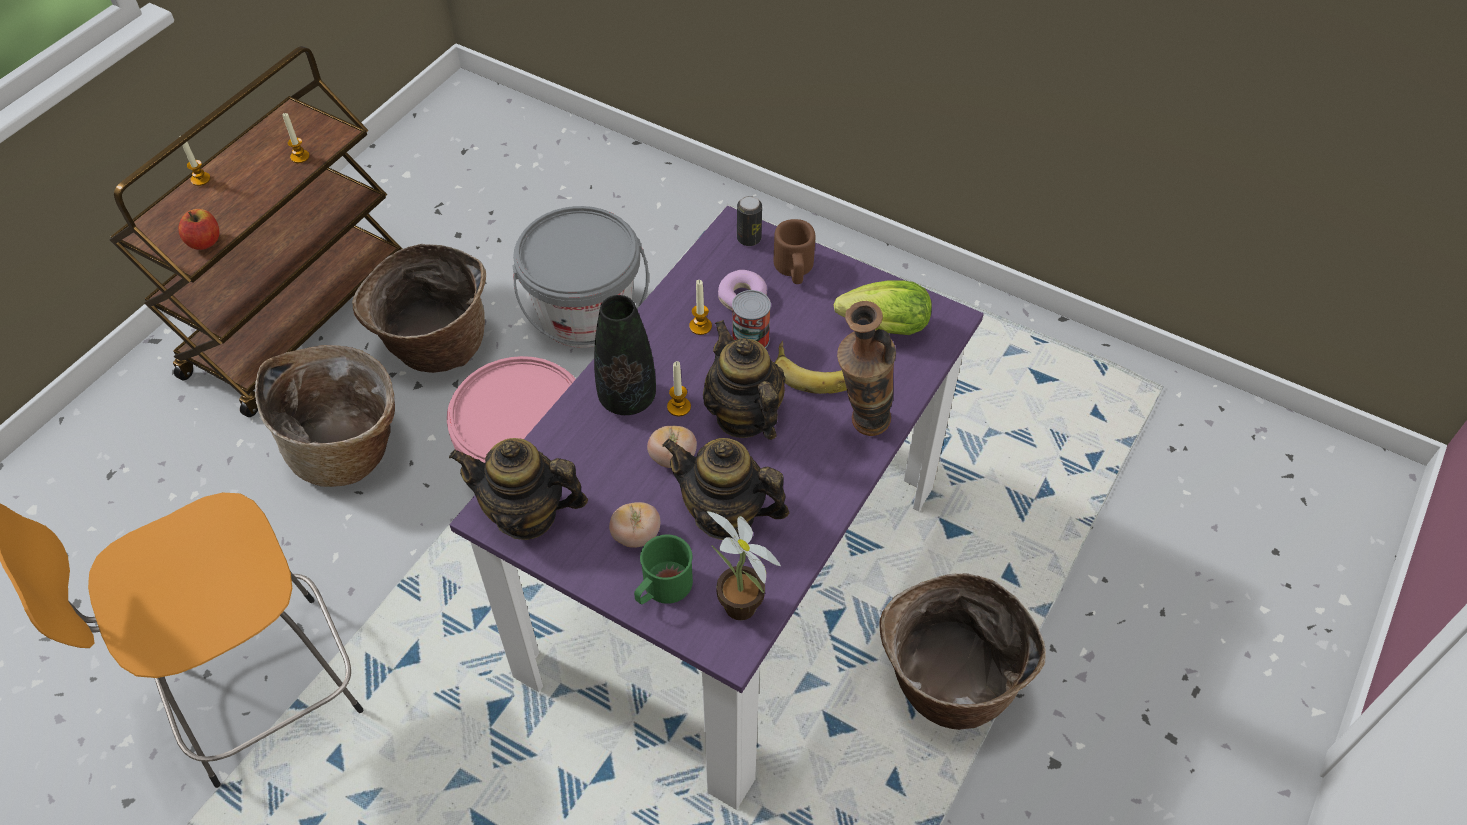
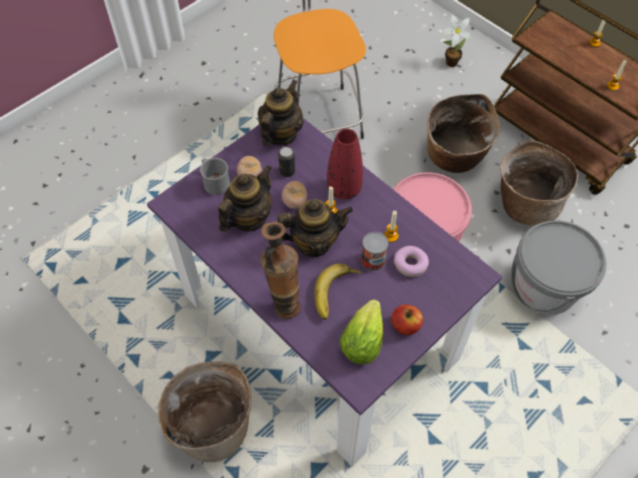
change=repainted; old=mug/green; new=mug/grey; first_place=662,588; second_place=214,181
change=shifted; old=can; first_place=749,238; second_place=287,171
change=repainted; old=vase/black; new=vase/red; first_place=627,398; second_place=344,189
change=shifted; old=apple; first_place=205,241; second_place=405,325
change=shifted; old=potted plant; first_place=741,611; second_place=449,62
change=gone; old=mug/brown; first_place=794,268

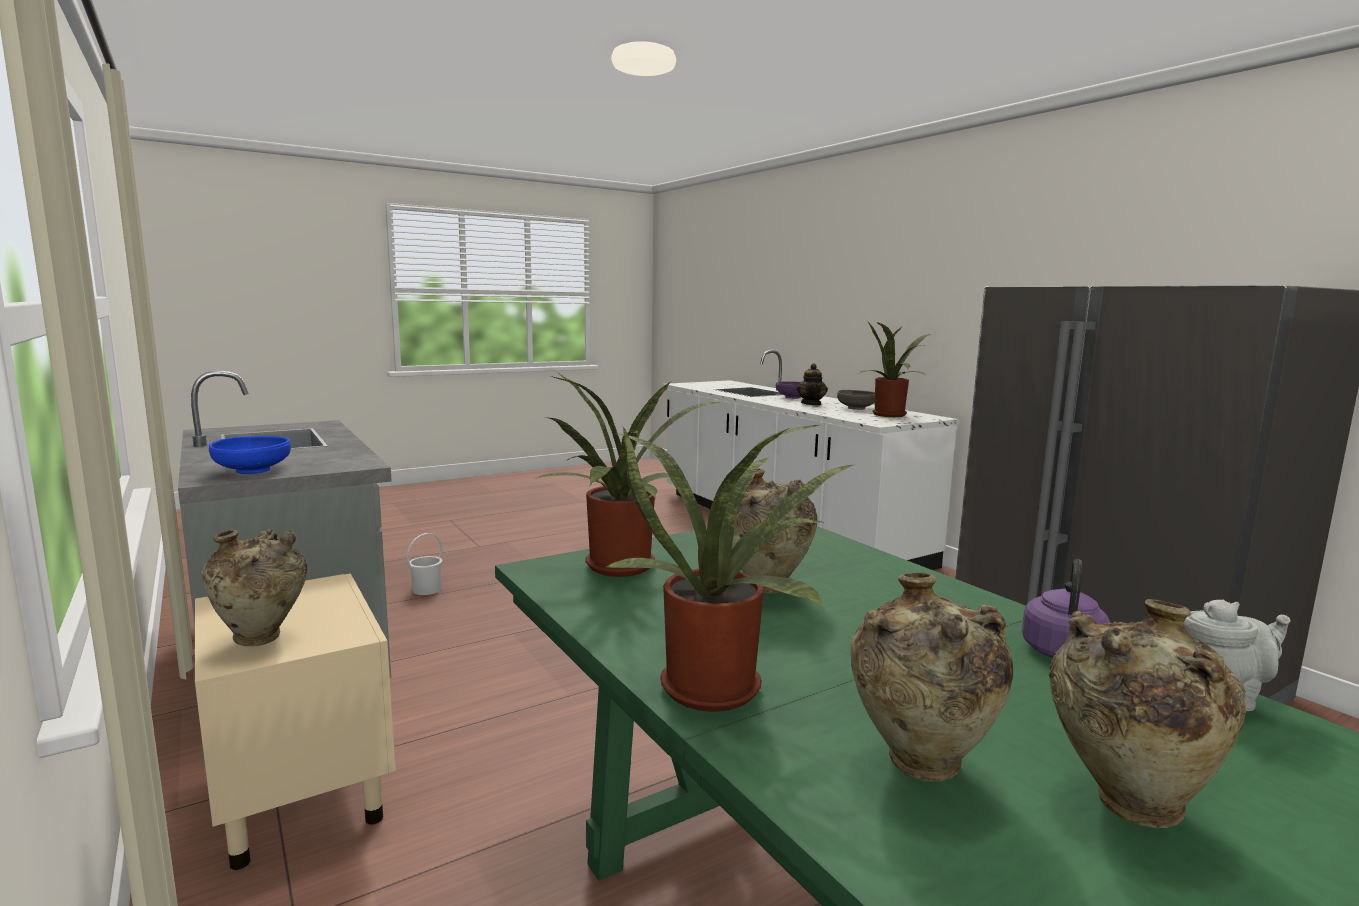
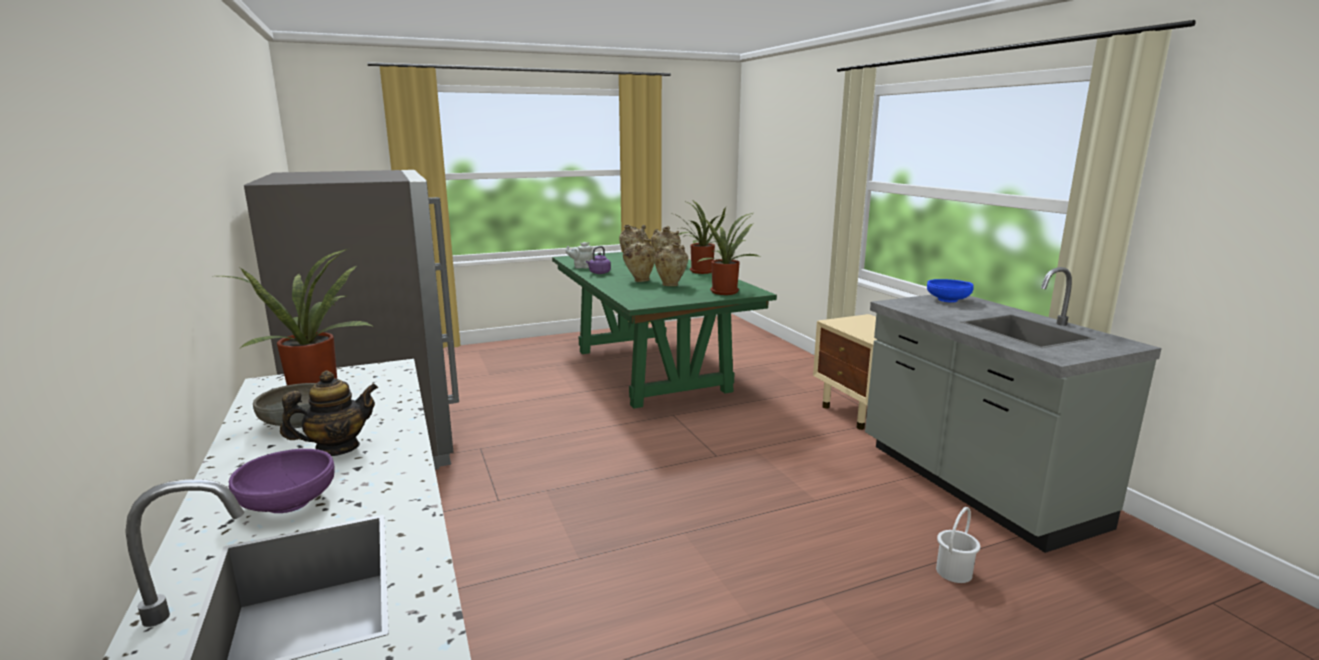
change=rotated; old=teapot; first_place=811,404; second_place=337,448; degrees=45
change=shifted; old=vase/beige; first_place=262,640; second_place=639,280

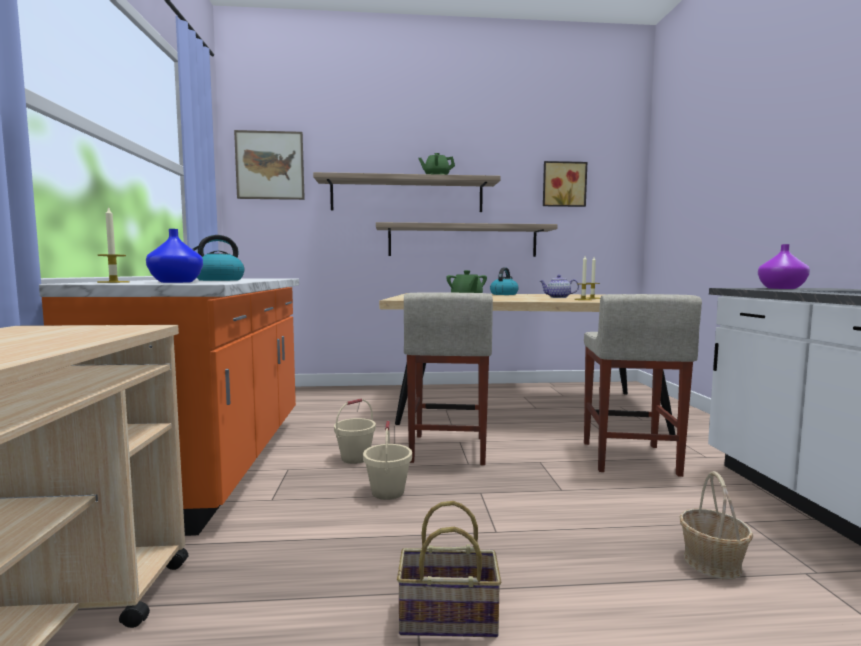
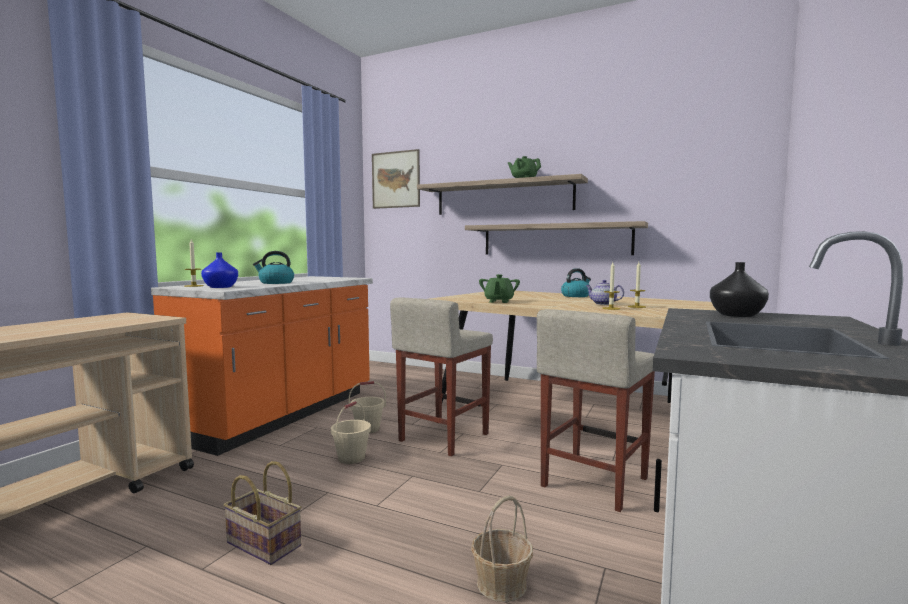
change=repainted; old=vase/purple; new=vase/black; first_place=781,288; second_place=737,315
change=gone; old=picture; first_place=563,184

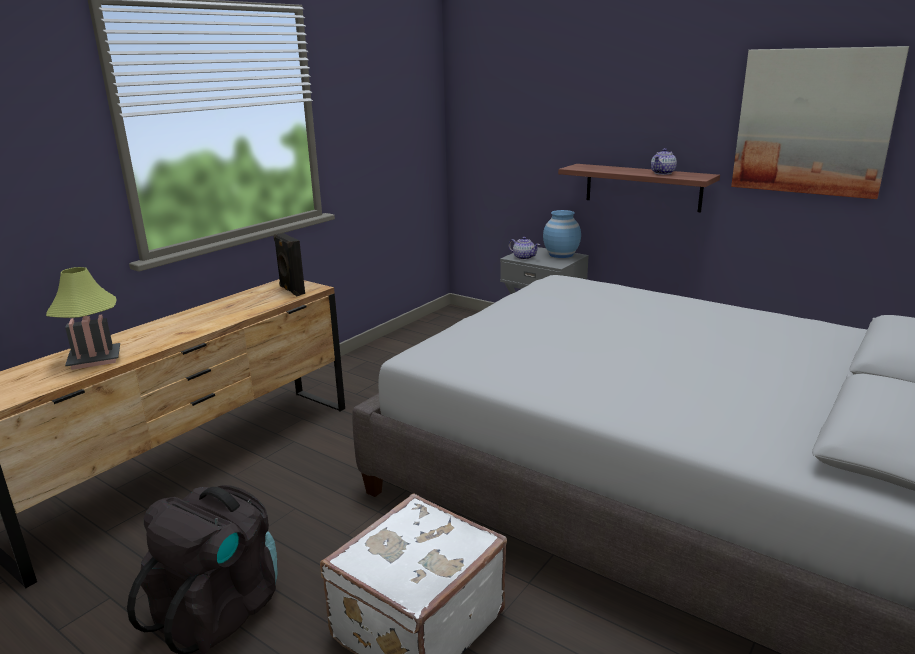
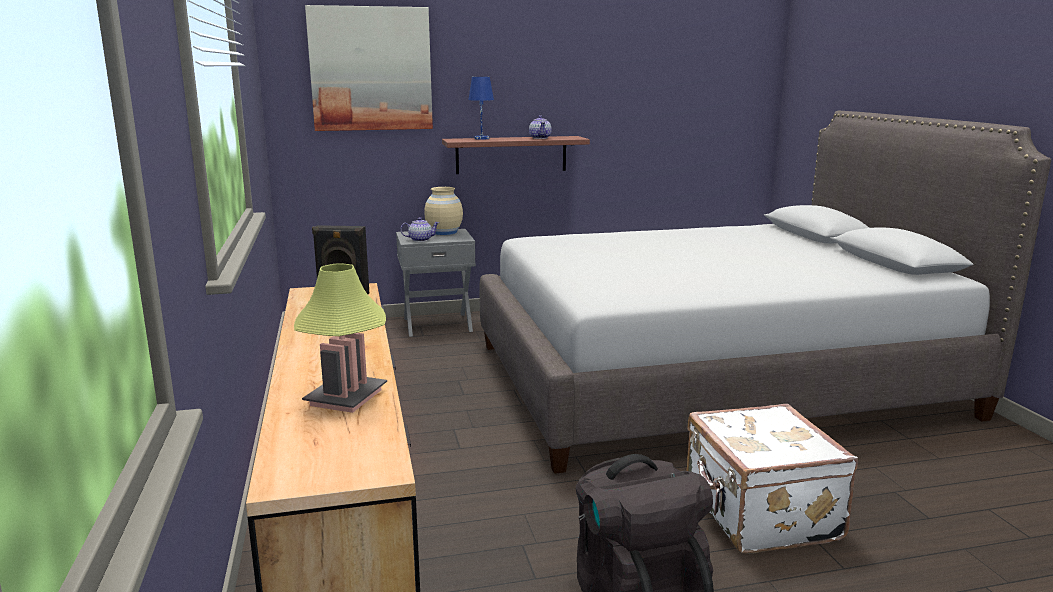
change=shifted; old=picture; first_place=813,122; second_place=371,69
change=repainted; old=vase/blue; new=vase/beige; first_place=561,254; second_place=444,232
change=new; new=table lamp/blue; second_place=482,138

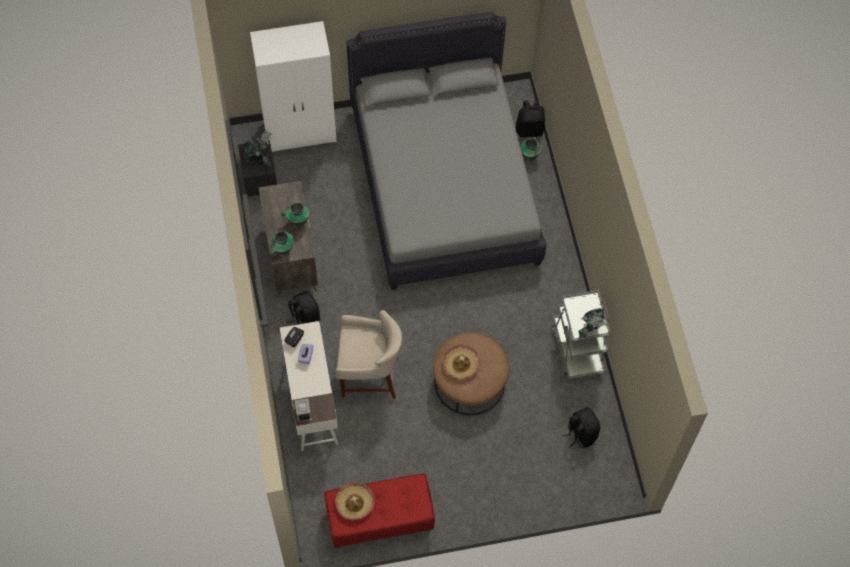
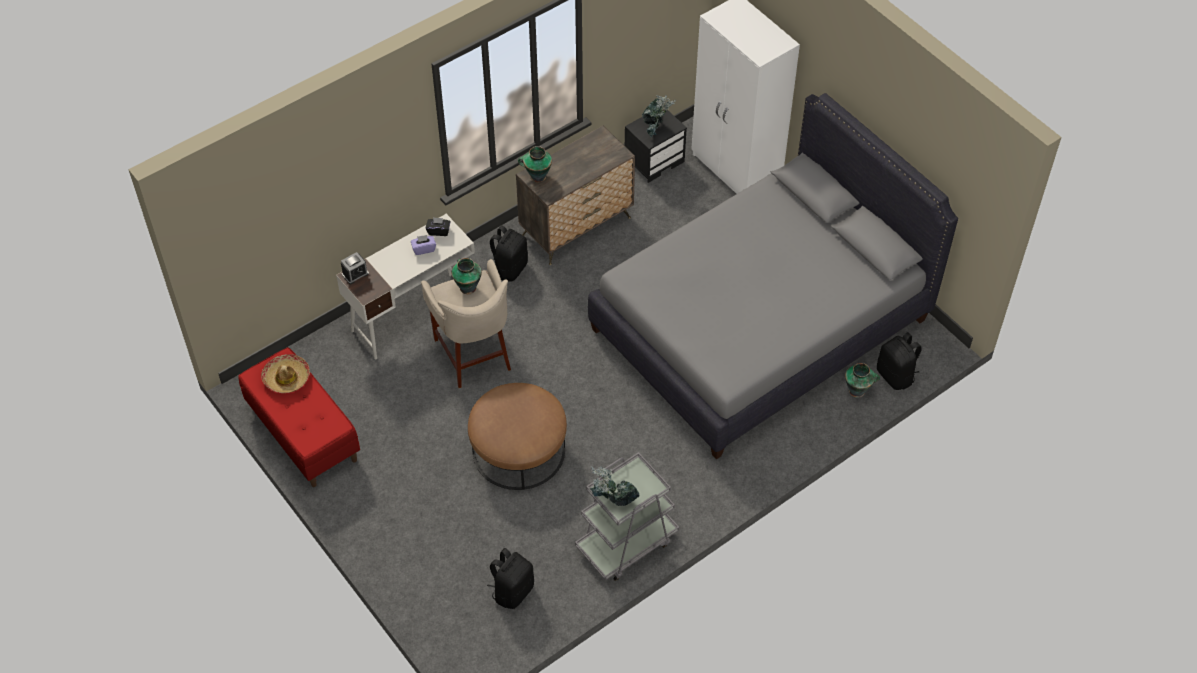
change=shifted; old=vase; first_place=298,222; second_place=467,287
change=gone; old=hat; first_place=461,364

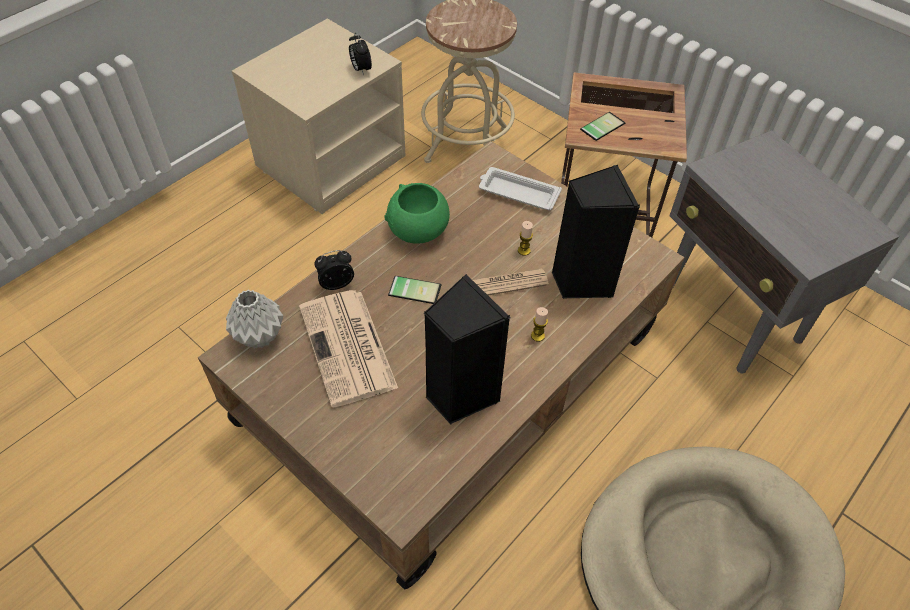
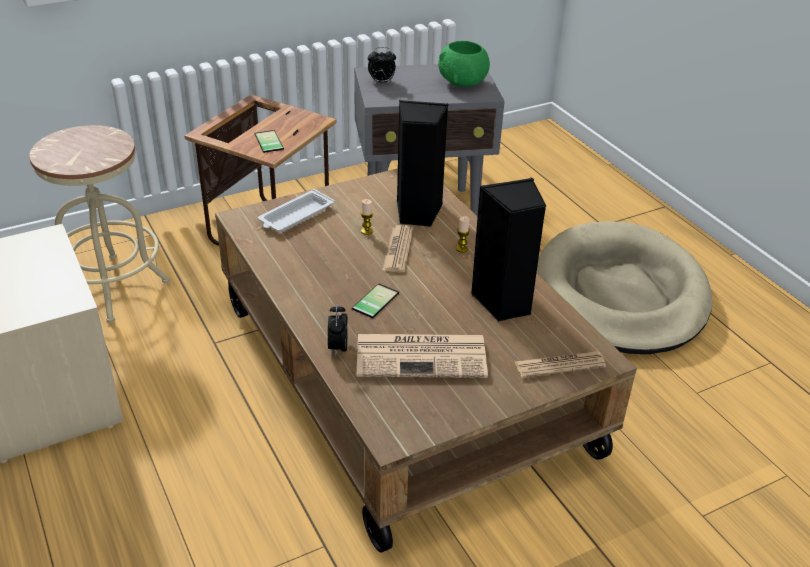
change=shifted; old=alarm clock; first_place=361,69; second_place=381,82
change=shifted; old=bowl/green; first_place=418,231; second_place=463,82
change=new; new=newspaper; second_place=559,365
change=gone; old=vase/grey; first_place=259,337

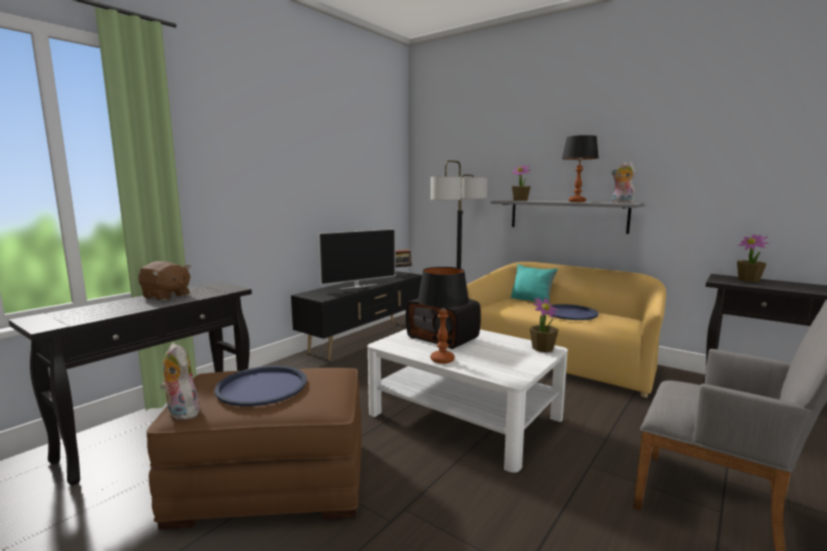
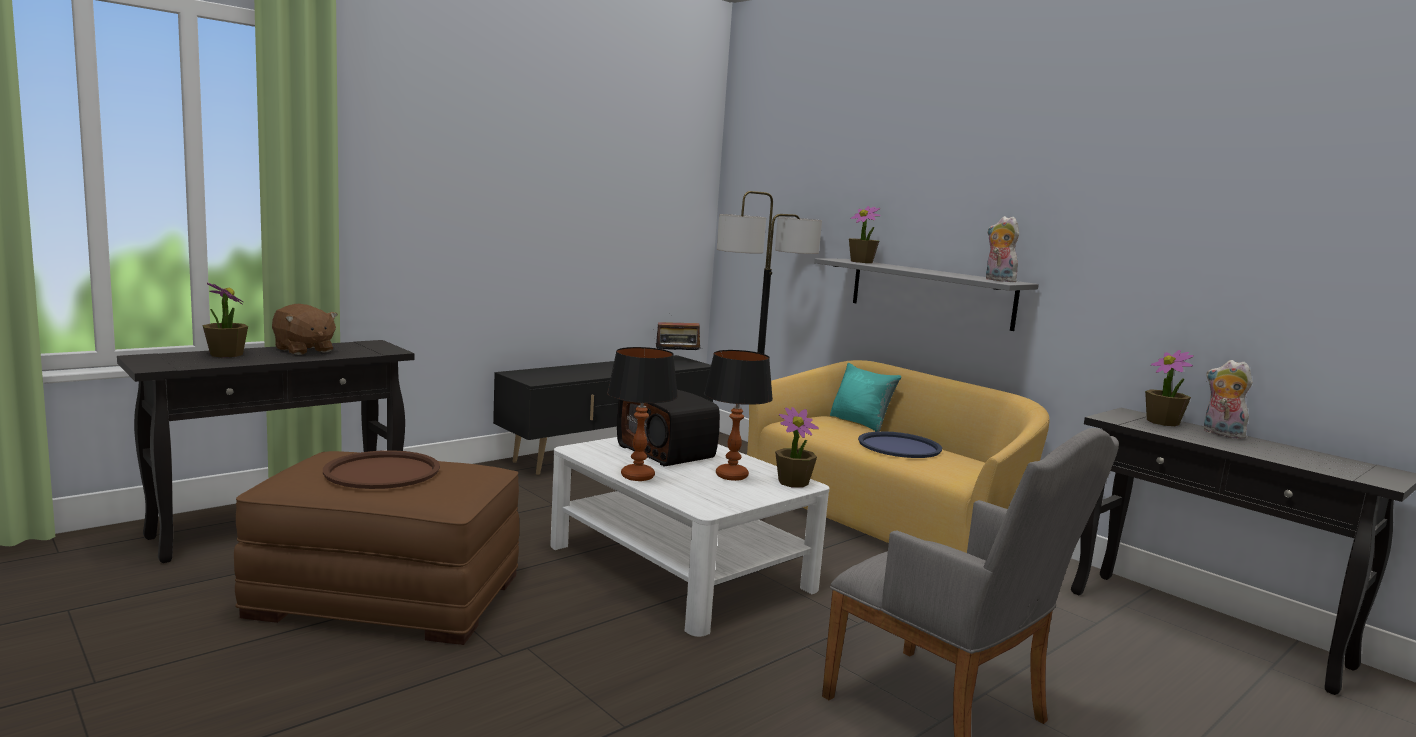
change=new; new=potted plant; second_place=226,354
change=repainted; old=tray/blue; new=tray/brown; first_place=262,386; second_place=382,472
change=shifted; old=table lamp; first_place=576,201; second_place=731,476
change=shifted; old=plush toy; first_place=180,413; second_place=1220,434
change=gone; old=television; first_place=358,286

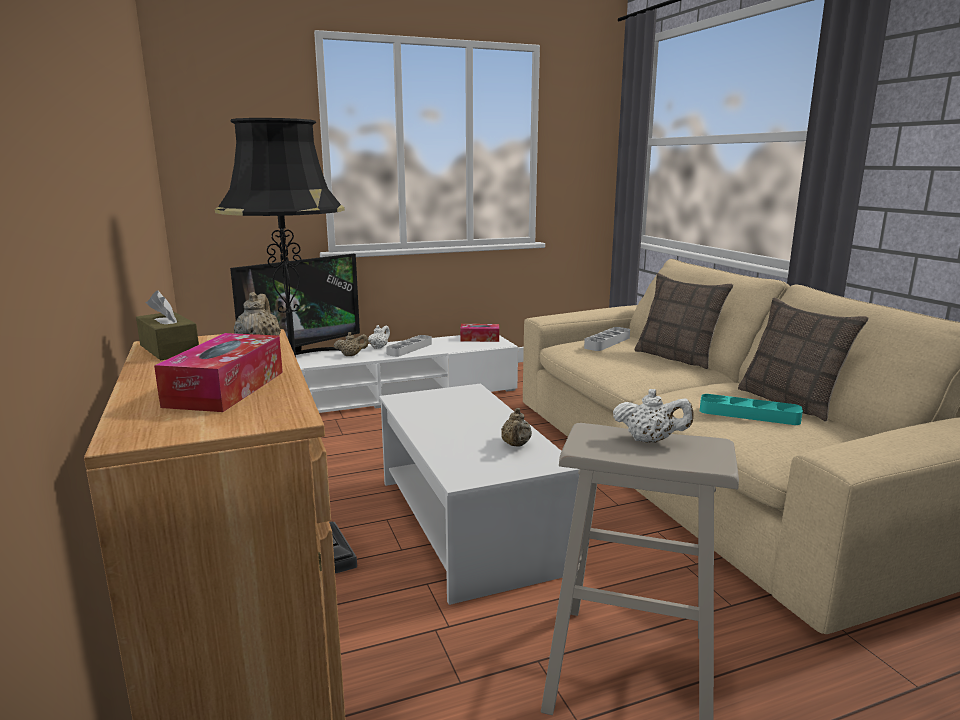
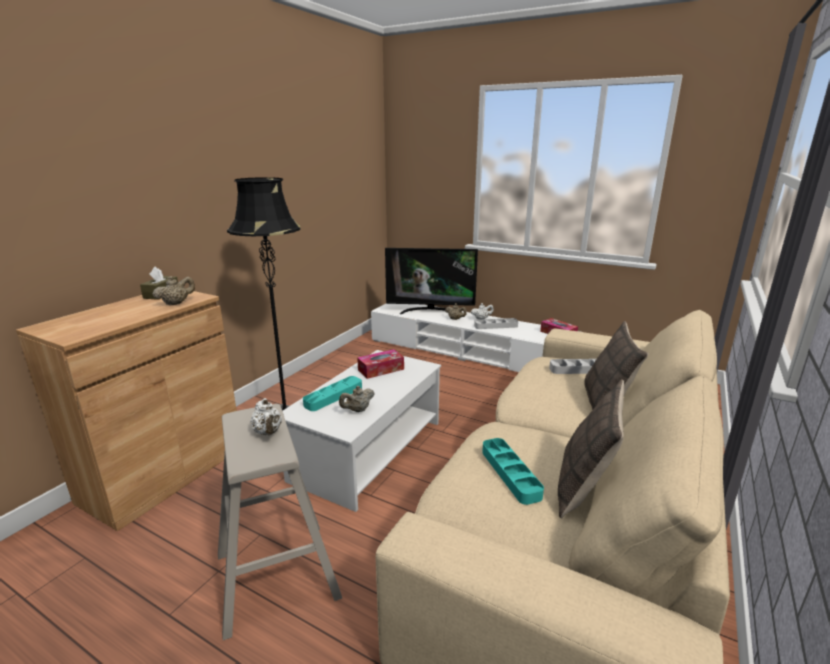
change=new; new=tray/turquoise; second_place=333,396
change=shifted; old=tissue box; first_place=226,388; second_place=381,369

